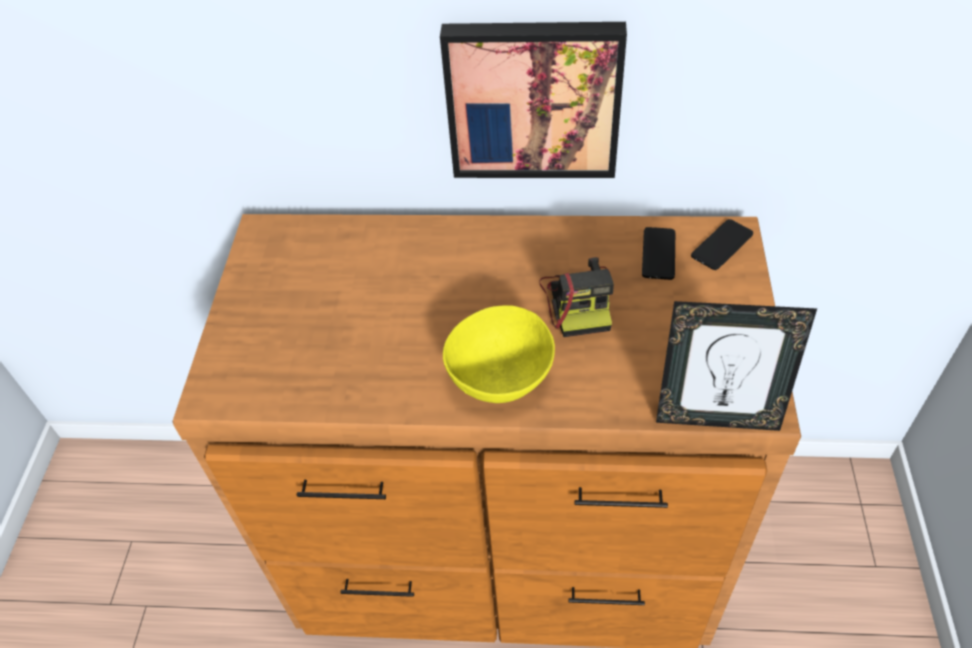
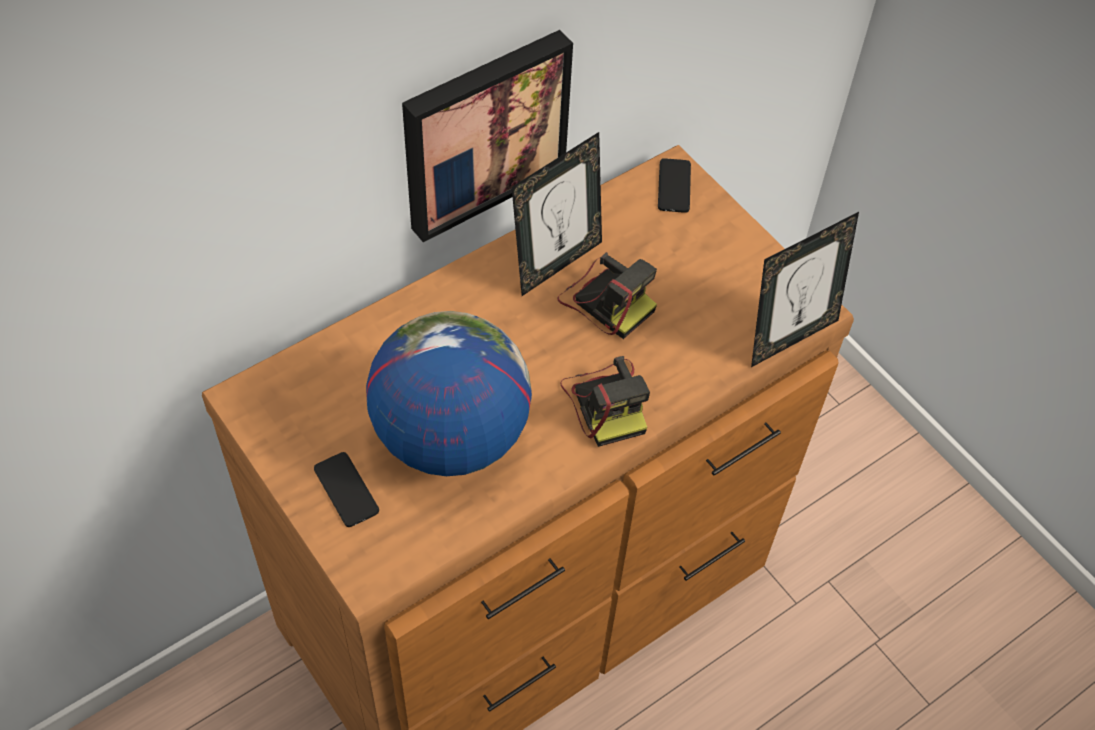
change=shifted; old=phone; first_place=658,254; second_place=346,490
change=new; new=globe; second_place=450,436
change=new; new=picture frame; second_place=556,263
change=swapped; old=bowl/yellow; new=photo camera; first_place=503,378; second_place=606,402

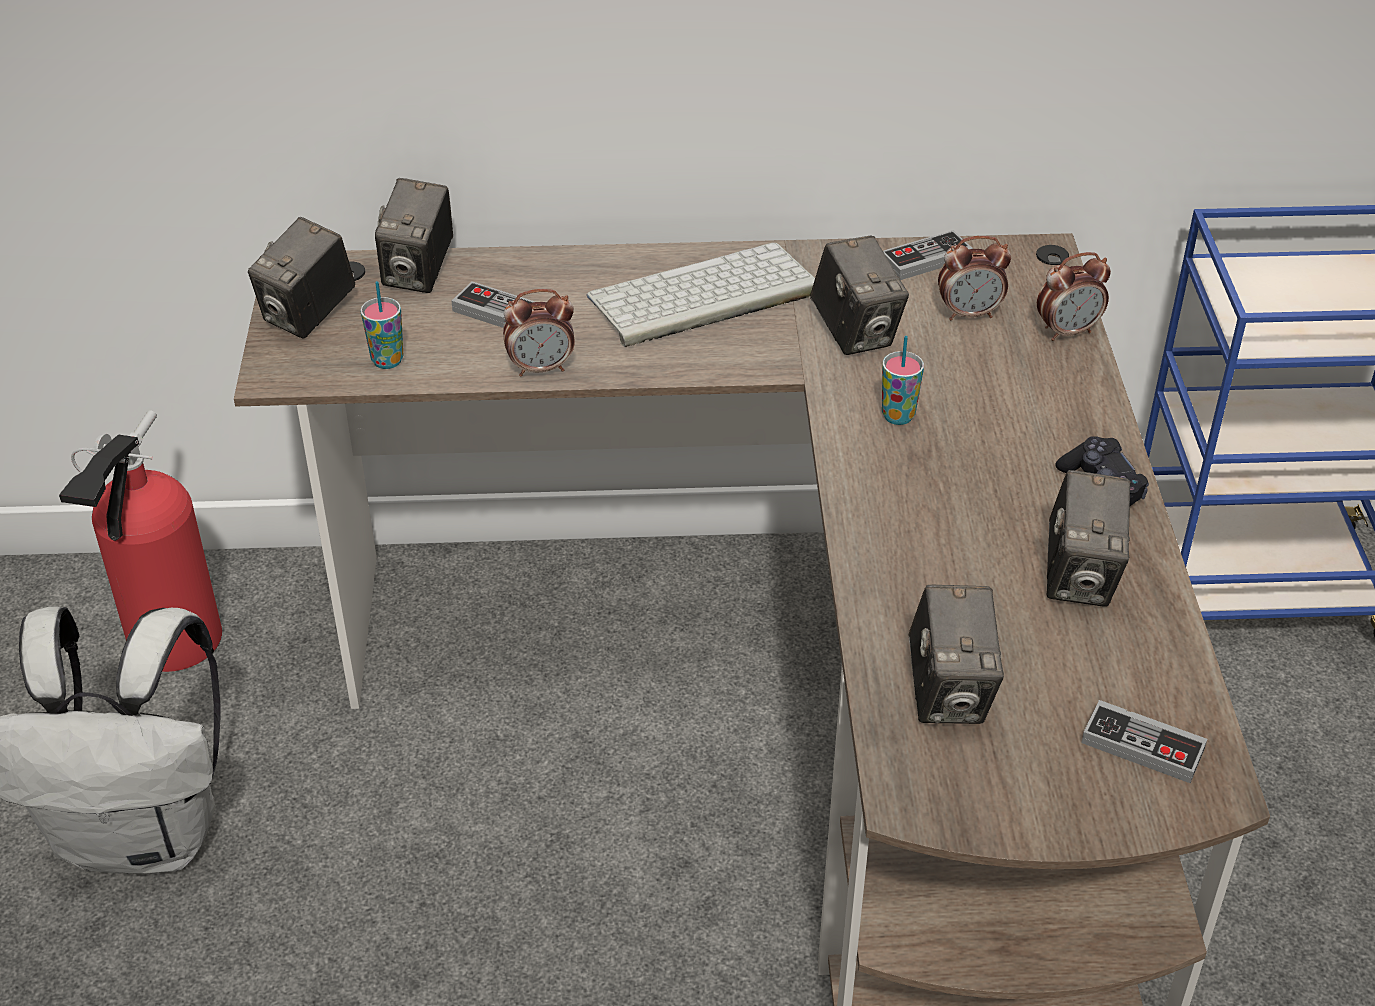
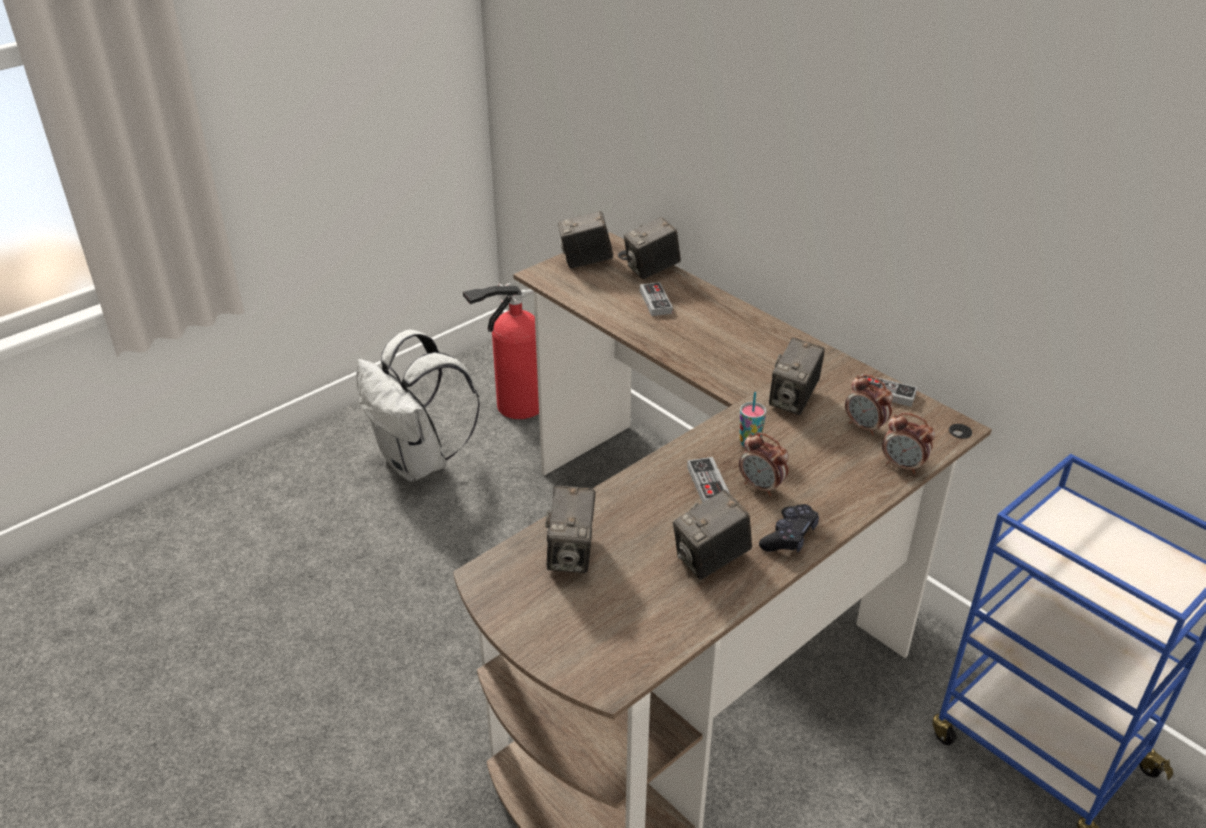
change=rotated; old=photo camera; first_place=949,693; second_place=571,554; degrees=-45
change=shifted; old=game controller; first_place=1142,746; second_place=708,484
change=shifted; old=alarm clock; first_place=541,368; second_place=761,487
change=gone; old=cup; first_place=387,361
change=gone; old=keyboard; first_place=701,297

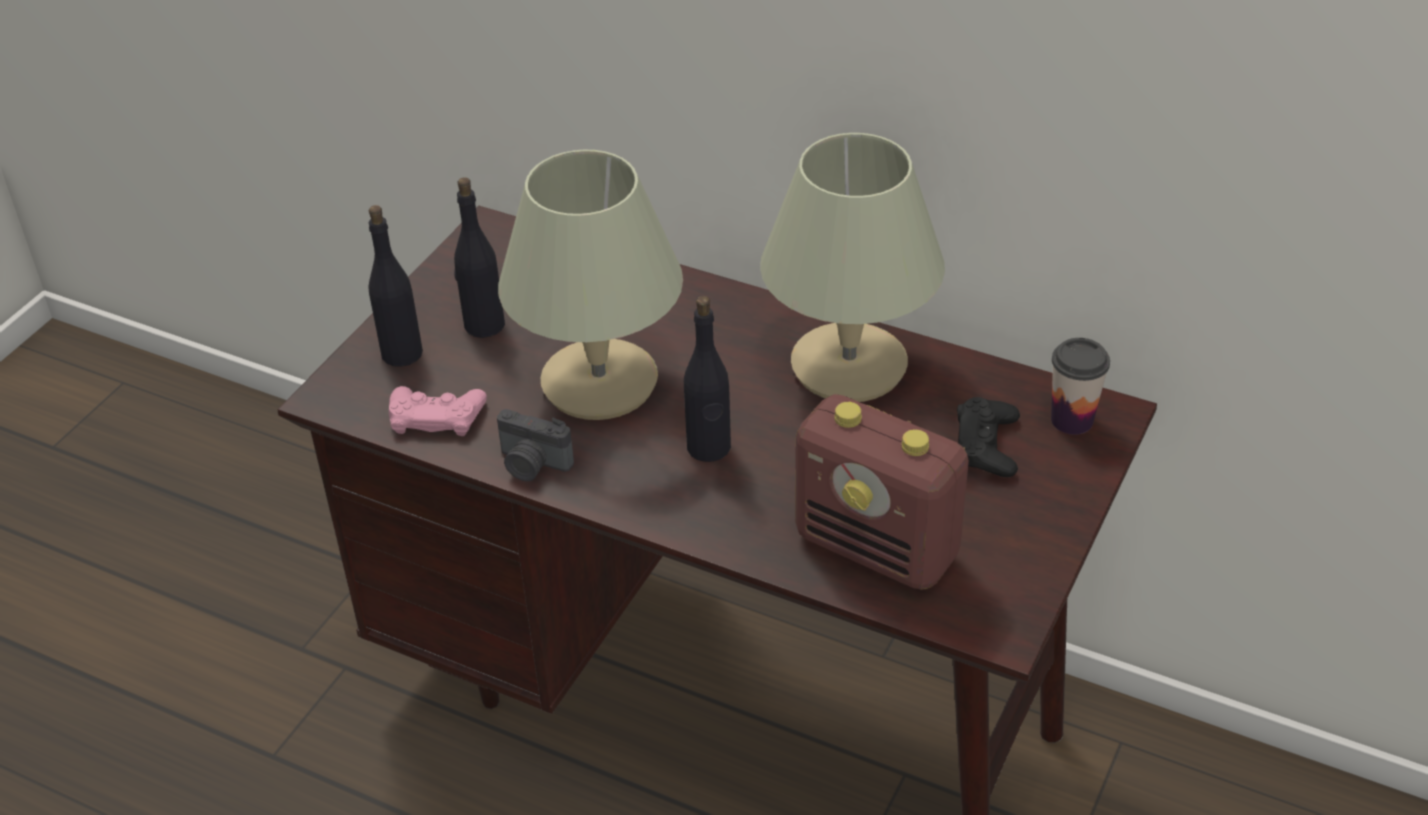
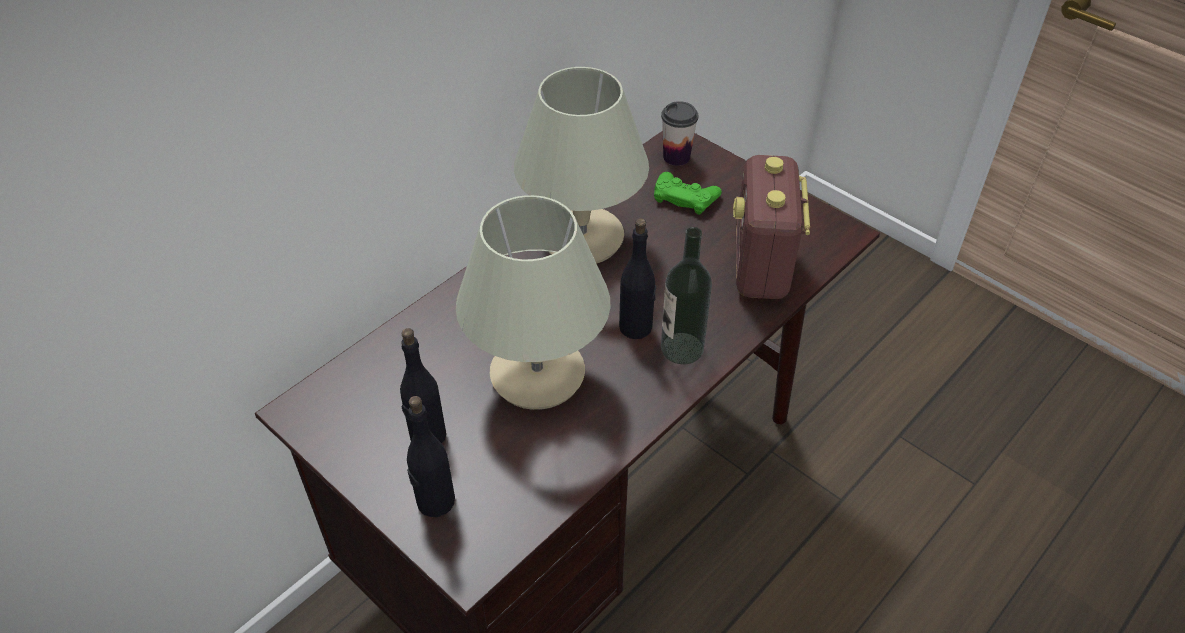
change=repainted; old=game controller/black; new=game controller/green; first_place=986,445; second_place=685,197
change=new; new=bottle; second_place=682,348
change=rotated; old=radio; first_place=878,548; second_place=761,267; degrees=135
change=gone; old=game controller/pink; first_place=436,416
change=gone; old=photo camera; first_place=532,465

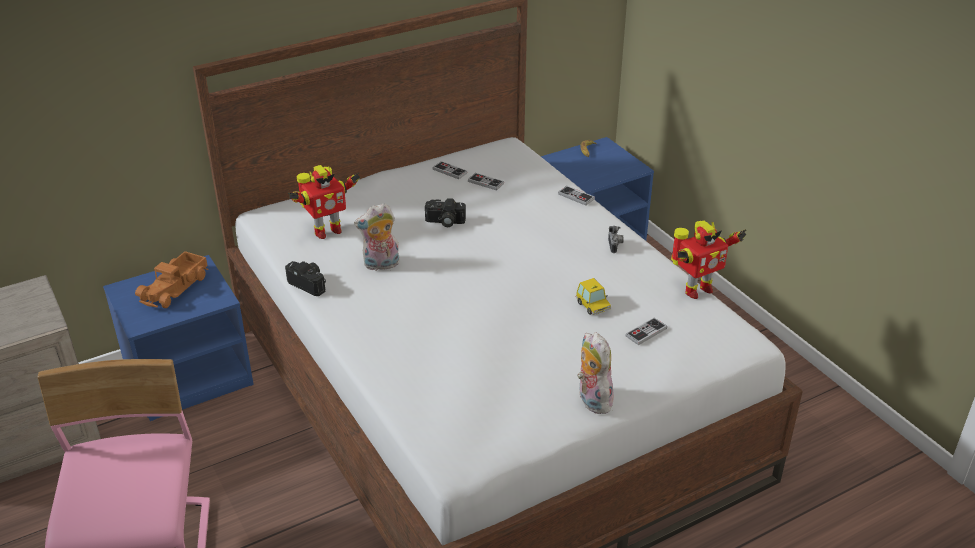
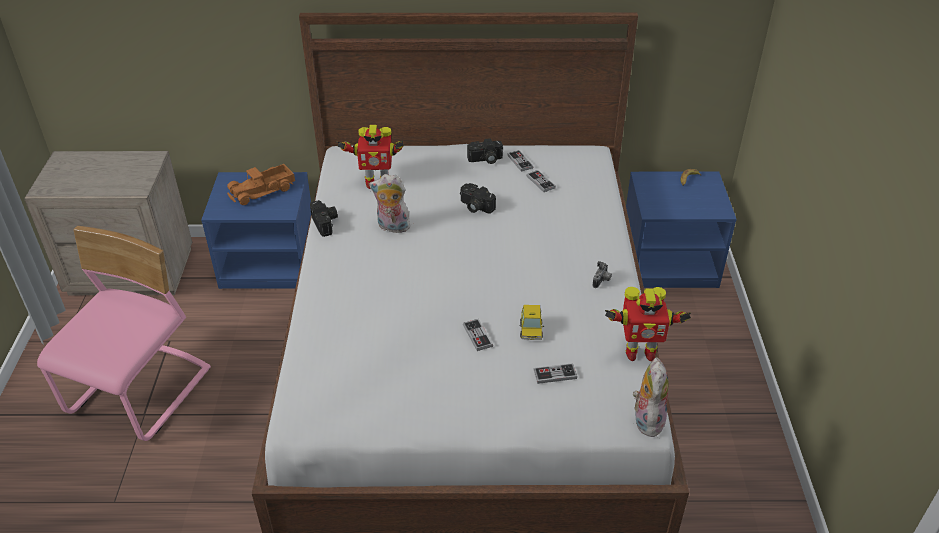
change=shifted; old=game controller; first_place=576,197; second_place=477,336
change=new; new=photo camera; second_place=485,160
change=shifted; old=plush toy; first_place=591,400; second_place=646,419

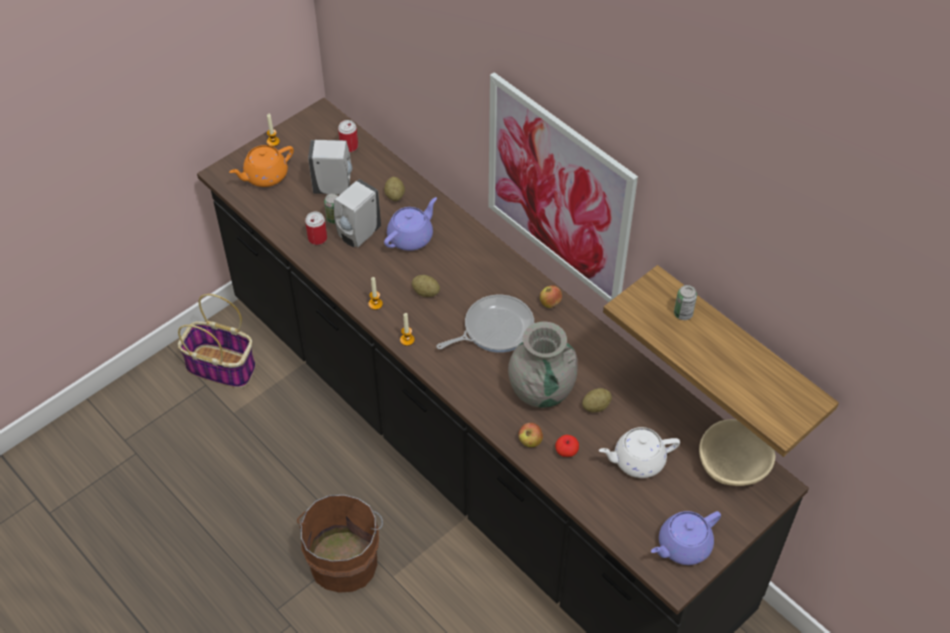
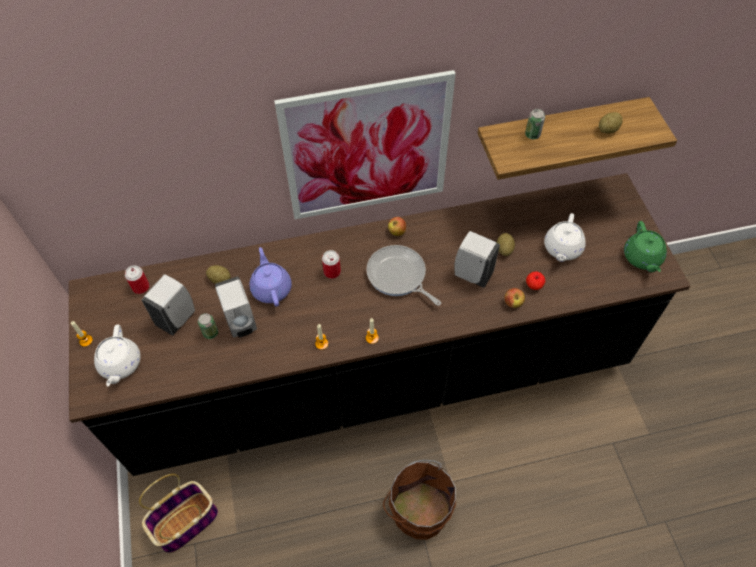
change=repainted; old=teapot/orange; new=teapot/white; first_place=265,176; second_place=120,364
change=shifted; old=can; first_place=317,238; second_place=332,272
change=rotated; old=frying pan; first_place=494,329; second_place=398,276; degrees=-45
change=swapped; old=vase/grey; new=soap dispenser/white; first_place=541,390; second_place=471,274
change=shifted; old=potato; first_place=426,292; second_place=608,130
change=repainted; old=teapot/purple; new=teapot/green; first_place=683,546; second_place=642,258
change=gone; old=bowl/beige; first_place=731,466

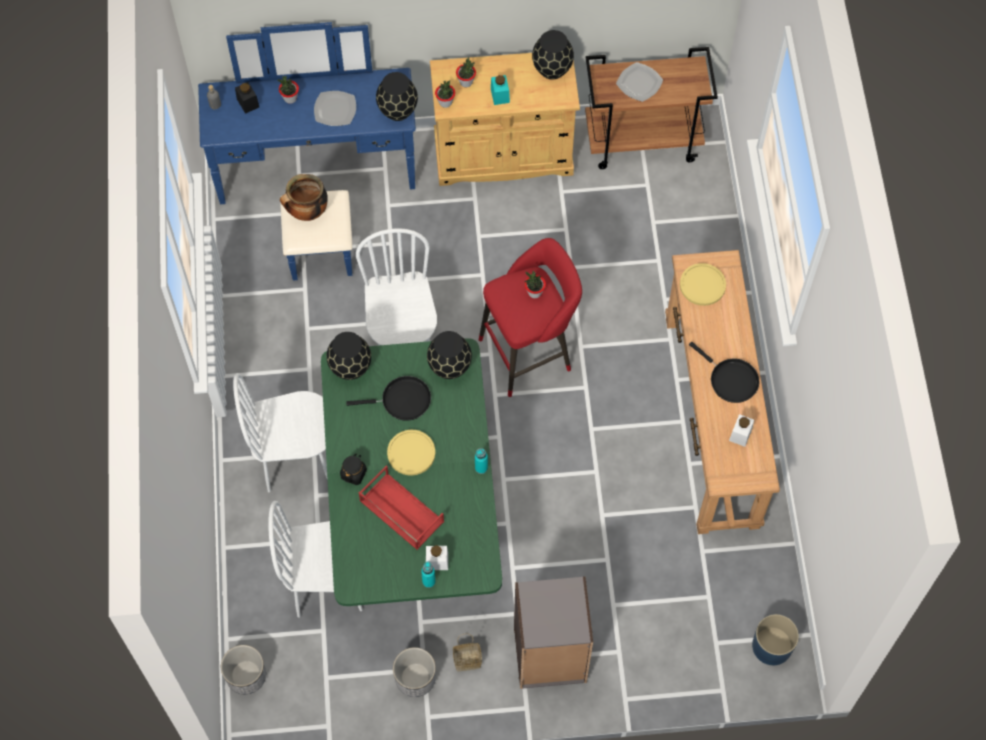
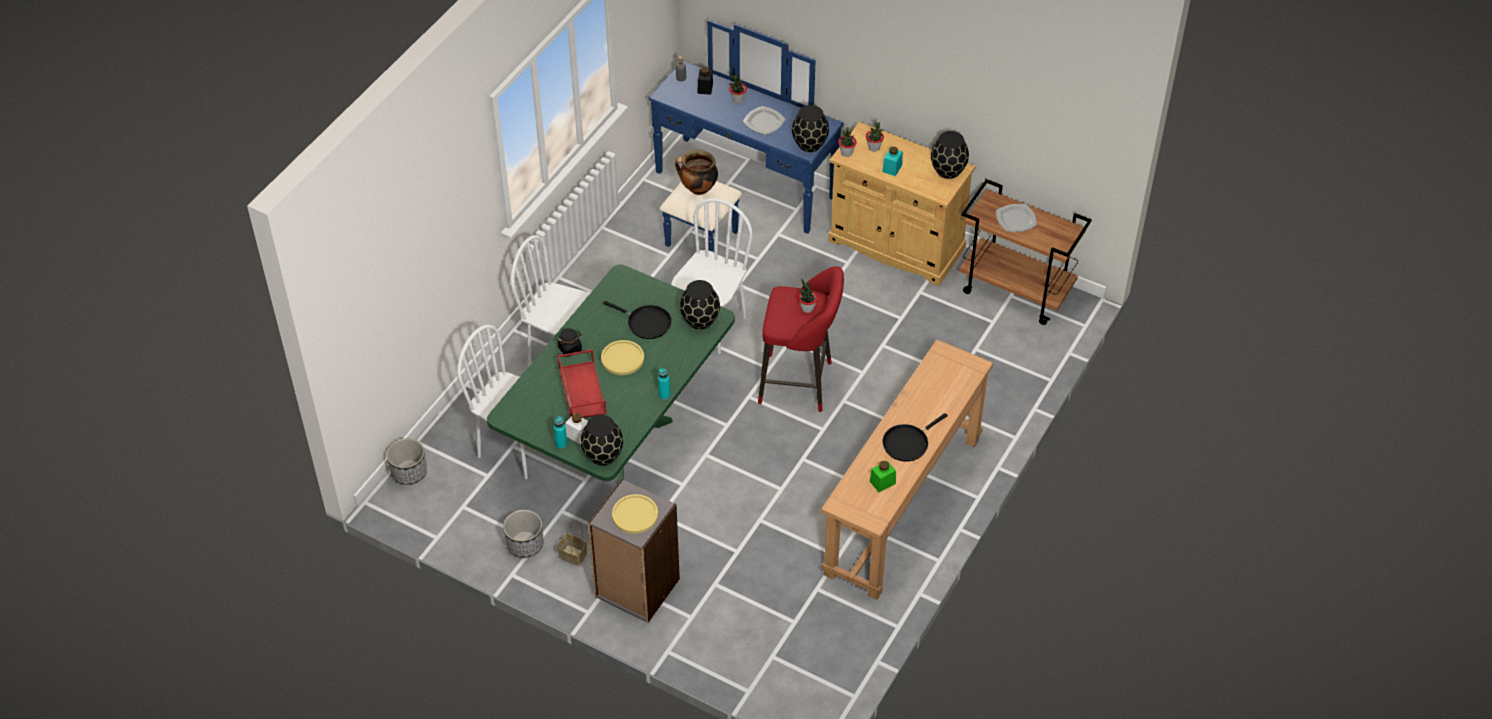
change=shifted; old=vase/black; first_place=350,366; second_place=603,455
change=shifted; old=plate/yellow; first_place=702,285; second_place=635,515
change=repainted; old=jar/white; new=jar/green; first_place=740,434; second_place=882,482
change=rotated; old=frying pan/black; first_place=730,380; second_place=908,443; degrees=60
change=gone; old=planter/blue; first_place=772,645

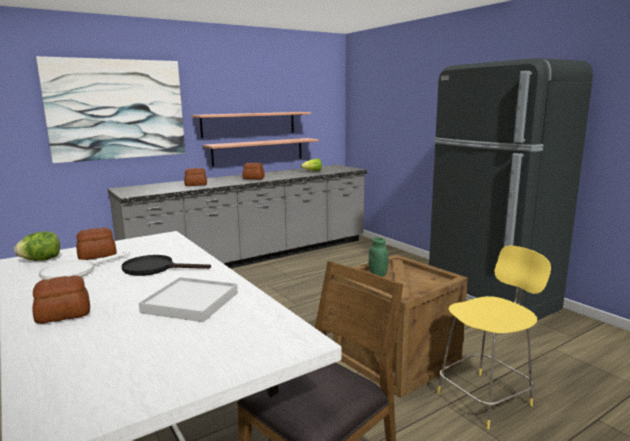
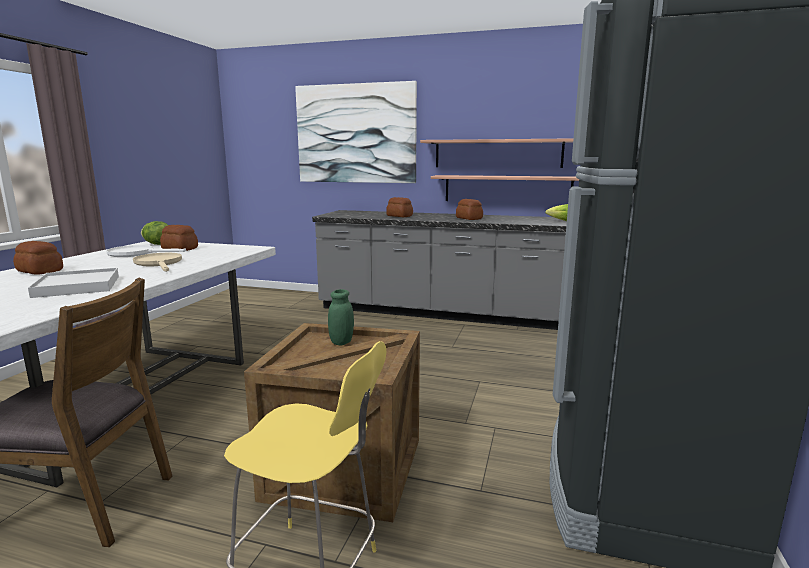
change=repainted; old=frying pan/black; new=frying pan/beige; first_place=155,268; second_place=159,263

